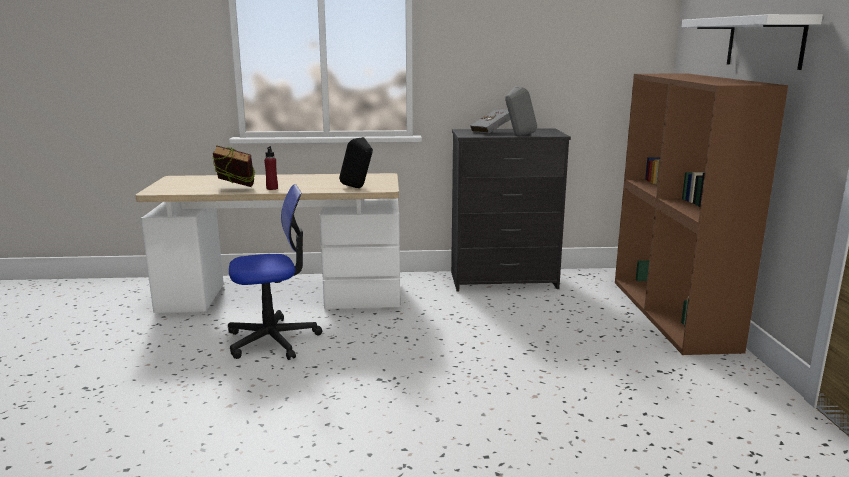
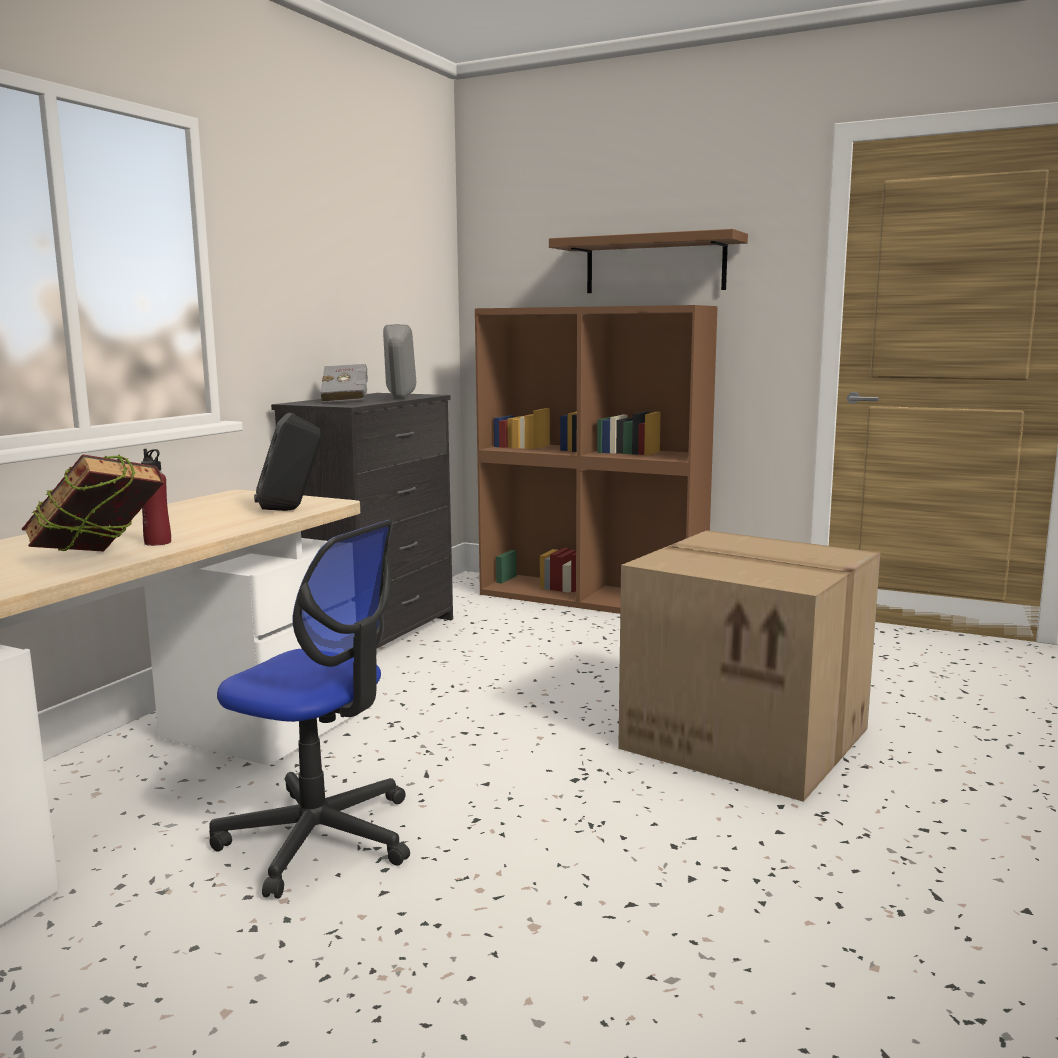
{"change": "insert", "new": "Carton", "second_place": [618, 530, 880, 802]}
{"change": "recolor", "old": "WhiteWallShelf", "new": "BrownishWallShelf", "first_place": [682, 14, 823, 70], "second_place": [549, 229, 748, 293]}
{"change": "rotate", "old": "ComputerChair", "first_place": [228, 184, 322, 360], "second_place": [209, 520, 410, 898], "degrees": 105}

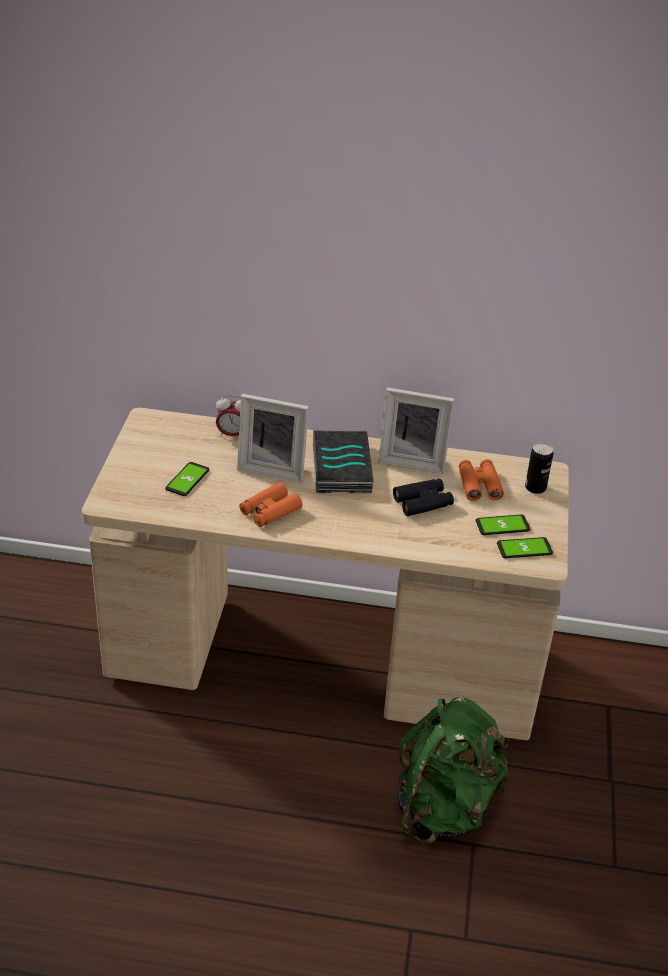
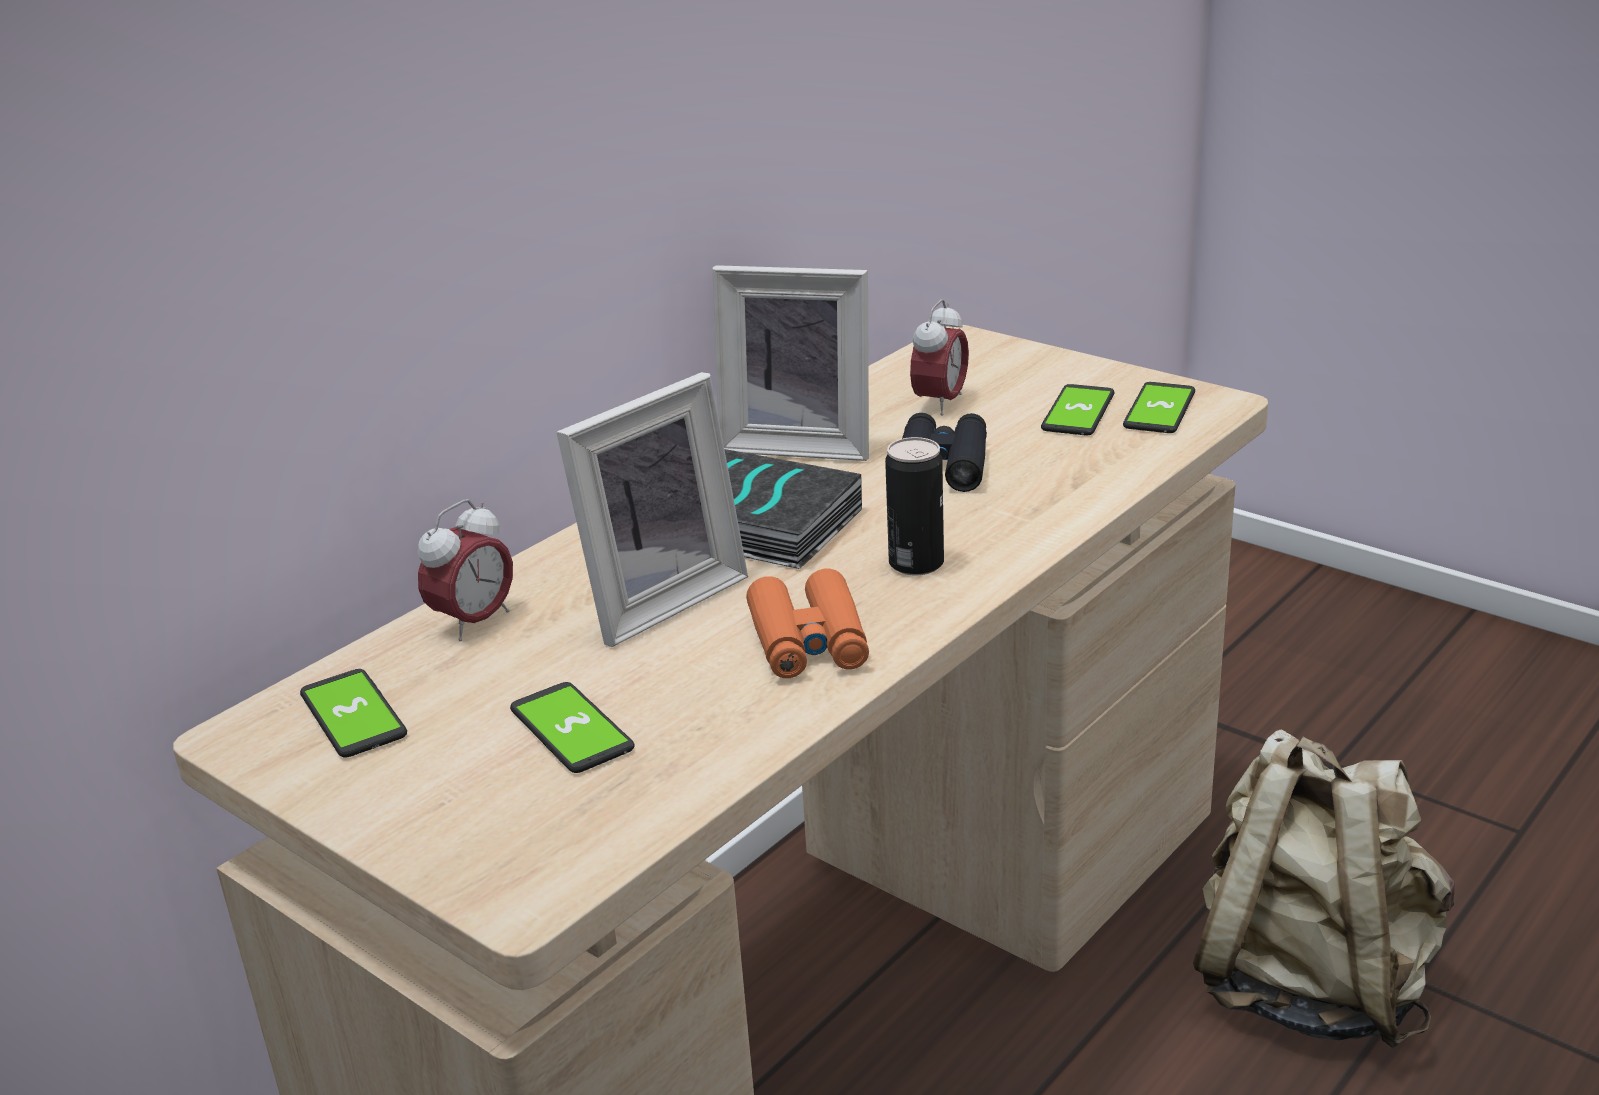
{"change": "insert", "new": "Handset", "second_place": [300, 669, 407, 757]}
{"change": "move", "old": "Can", "first_place": [525, 442, 553, 494], "second_place": [885, 437, 944, 575]}
{"change": "replace", "old": "OrangeyBinoculars", "new": "TableClock", "first_place": [459, 459, 504, 501], "second_place": [910, 299, 969, 416]}
{"change": "recolor", "old": "GreenColouredRucksack", "new": "BeigeColouredRucksack", "first_place": [398, 697, 509, 844], "second_place": [1193, 729, 1455, 1048]}
{"change": "rotate", "old": "PhotoFrame", "first_place": [378, 387, 454, 474], "second_place": [712, 265, 869, 461], "degrees": 60}

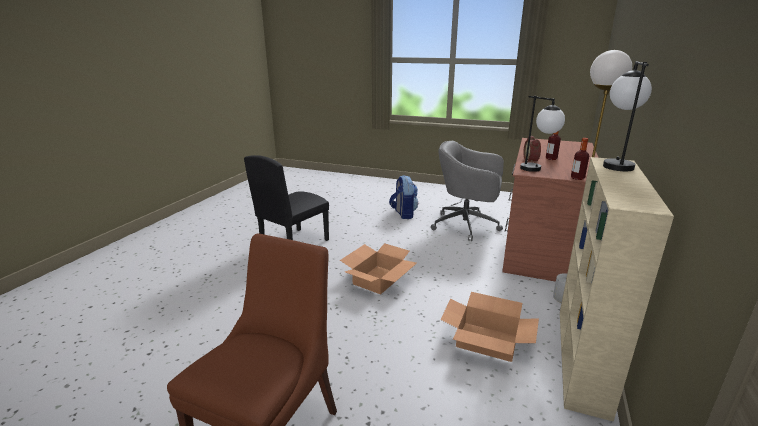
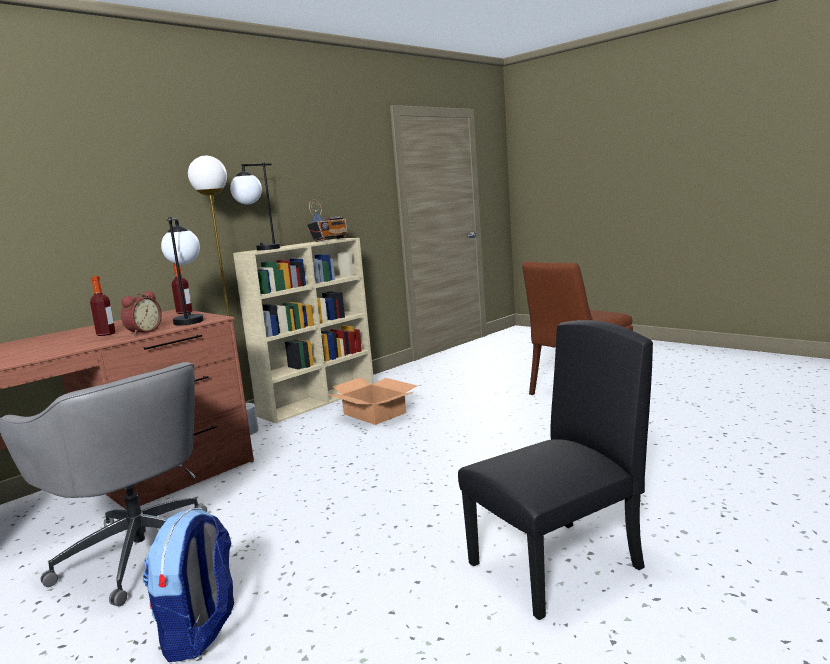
{"change": "delete", "old": "Carton", "first_place": [340, 243, 417, 295]}
{"change": "insert", "new": "RadioReceiver", "second_place": [307, 199, 348, 242]}

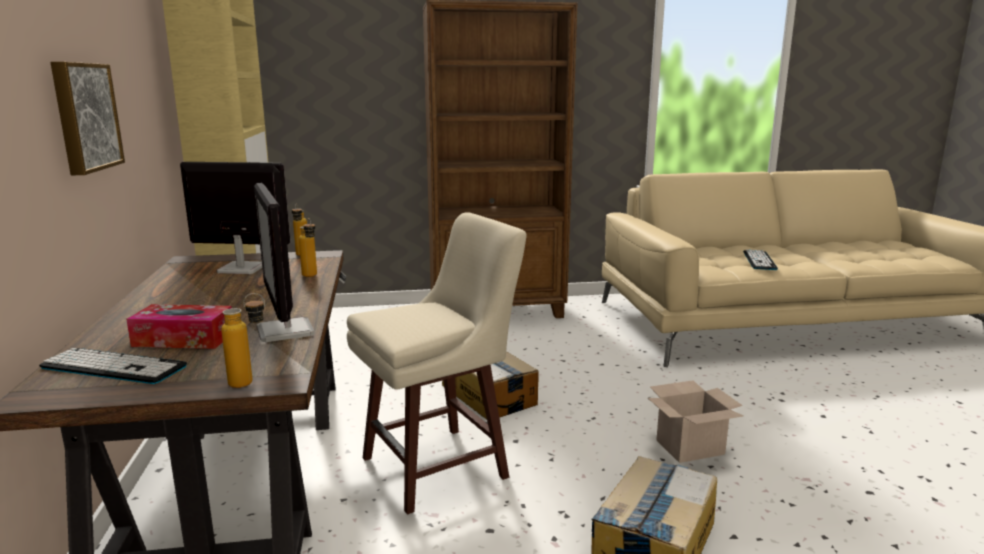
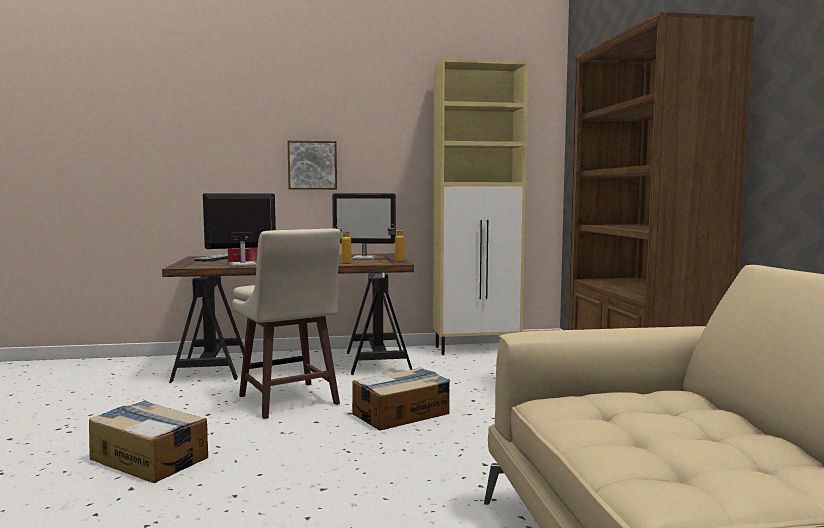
{"change": "delete", "old": "BeverageBottle", "first_place": [221, 293, 265, 388]}
{"change": "delete", "old": "Carton", "first_place": [648, 380, 743, 463]}
{"change": "delete", "old": "PcKeyboard", "first_place": [743, 249, 778, 270]}
{"change": "rotate", "old": "ComputerScreen", "first_place": [180, 162, 290, 274], "second_place": [332, 193, 396, 260], "degrees": 90}

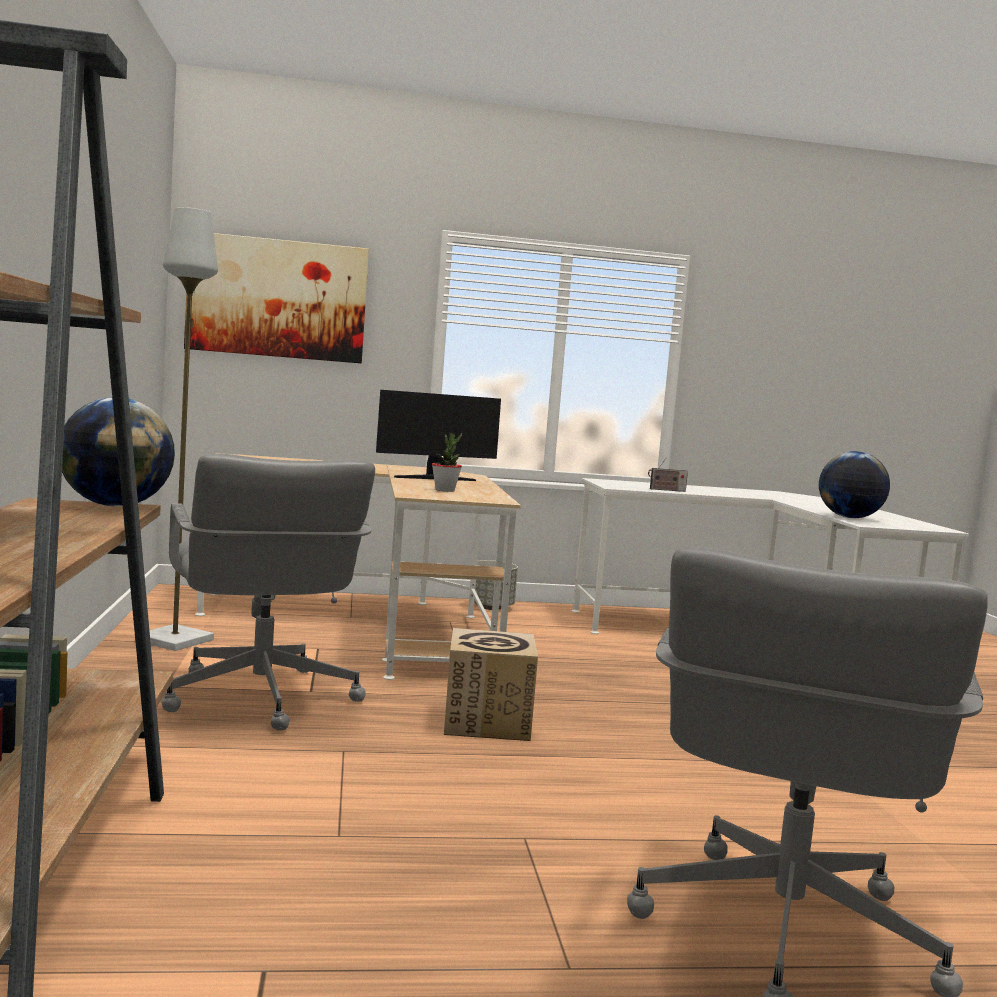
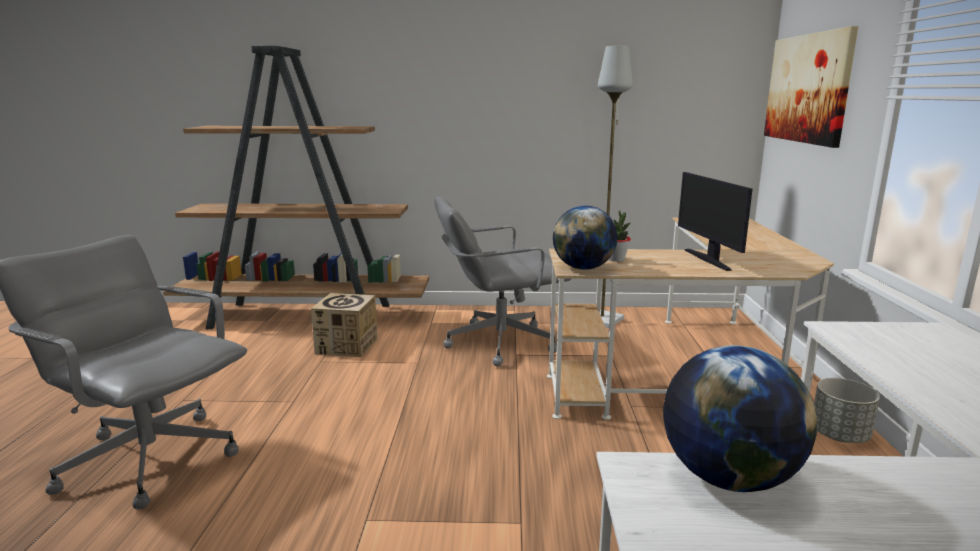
{"change": "delete", "old": "RadioReceiver", "first_place": [648, 458, 688, 492]}
{"change": "move", "old": "DeskGlobe", "first_place": [62, 397, 175, 507], "second_place": [553, 205, 617, 270]}
{"change": "move", "old": "Carton", "first_place": [444, 628, 538, 741], "second_place": [311, 293, 378, 357]}

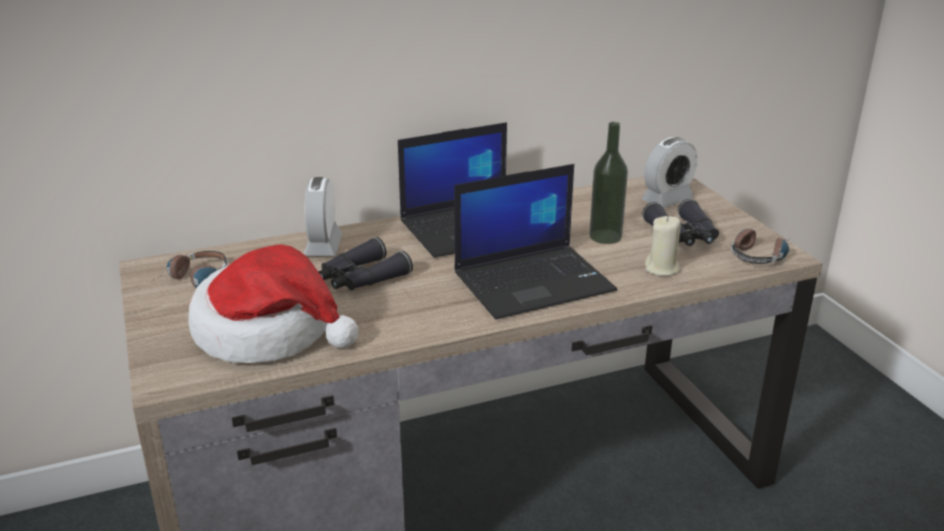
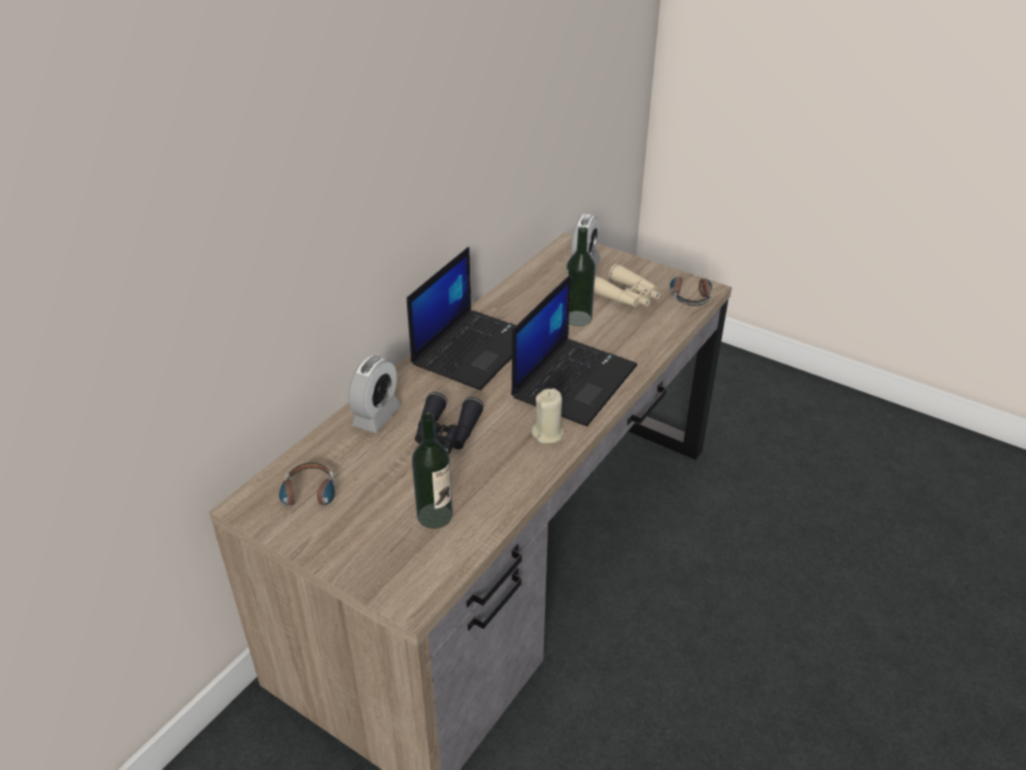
{"change": "move", "old": "BeigeColouredWaxCandle", "first_place": [645, 216, 681, 276], "second_place": [531, 388, 565, 443]}
{"change": "replace", "old": "WearableHat", "new": "BeverageBottle", "first_place": [189, 244, 358, 363], "second_place": [412, 413, 453, 529]}
{"change": "recolor", "old": "BlackColouredBinoculars", "new": "BeigeColouredBinoculars", "first_place": [642, 199, 719, 246], "second_place": [594, 264, 660, 307]}
{"change": "rotate", "old": "TableClock", "first_place": [304, 177, 342, 256], "second_place": [348, 355, 401, 433], "degrees": -120}

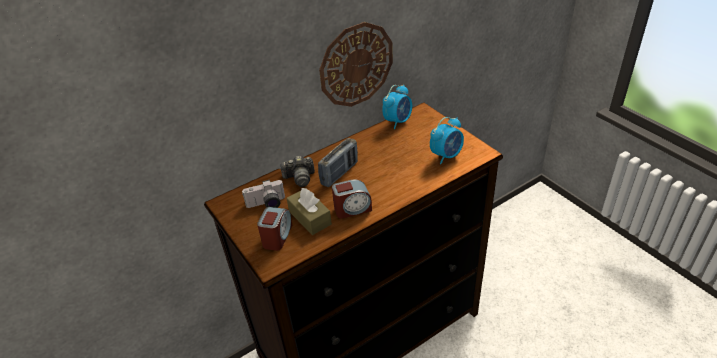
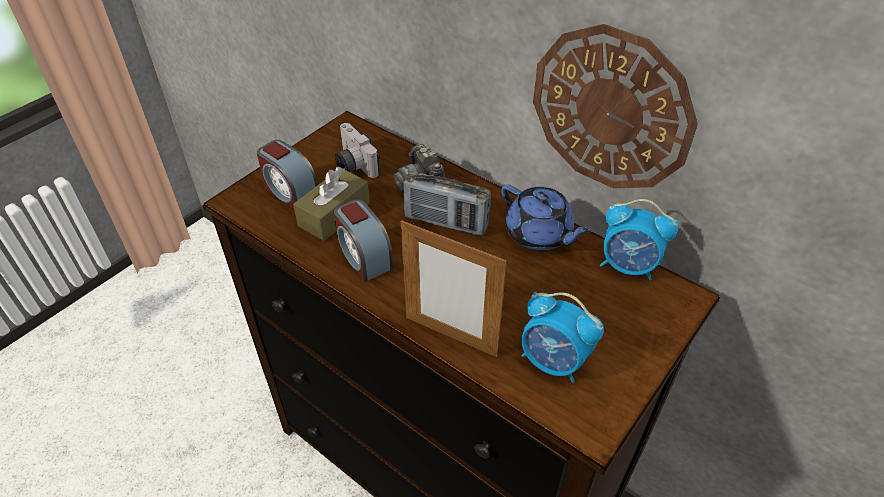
{"change": "insert", "new": "PhotoFrame", "second_place": [401, 220, 507, 357]}
{"change": "insert", "new": "BlueColouredTeapot", "second_place": [501, 184, 591, 250]}
{"change": "rotate", "old": "TableClock", "first_place": [257, 207, 292, 251], "second_place": [257, 140, 317, 209], "degrees": 45}

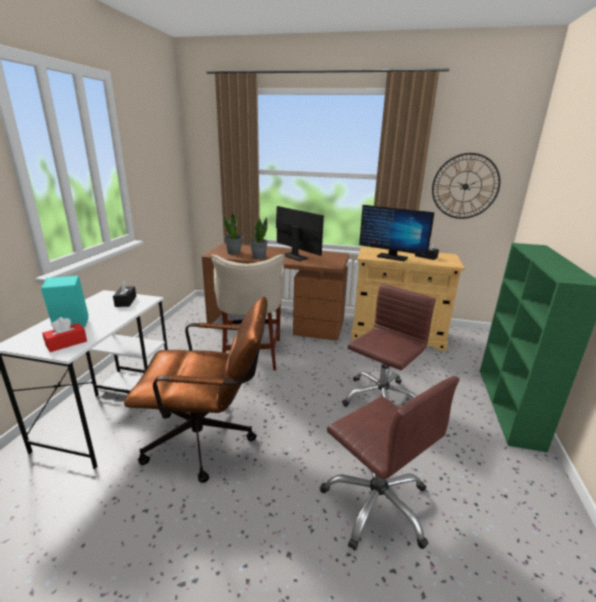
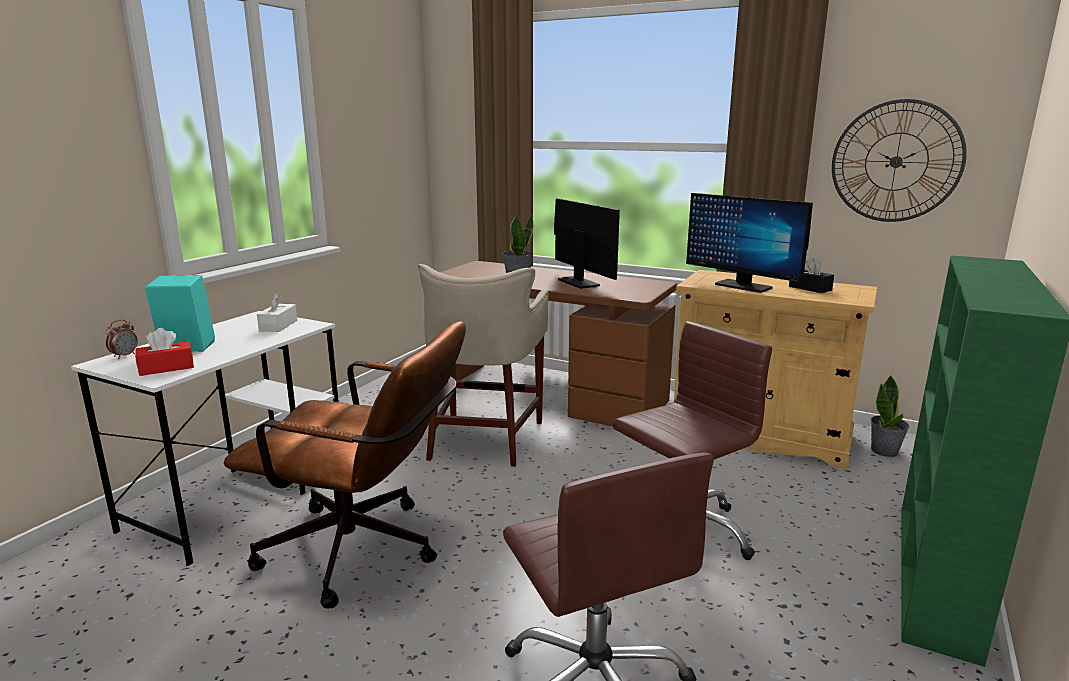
{"change": "insert", "new": "TableClock", "second_place": [106, 320, 138, 359]}
{"change": "move", "old": "PottedPlant", "first_place": [223, 212, 243, 255], "second_place": [870, 375, 910, 457]}
{"change": "recolor", "old": "BlackColouredTissueHolder", "new": "WhiteTissueHolder", "first_place": [113, 280, 136, 307], "second_place": [257, 292, 297, 332]}

